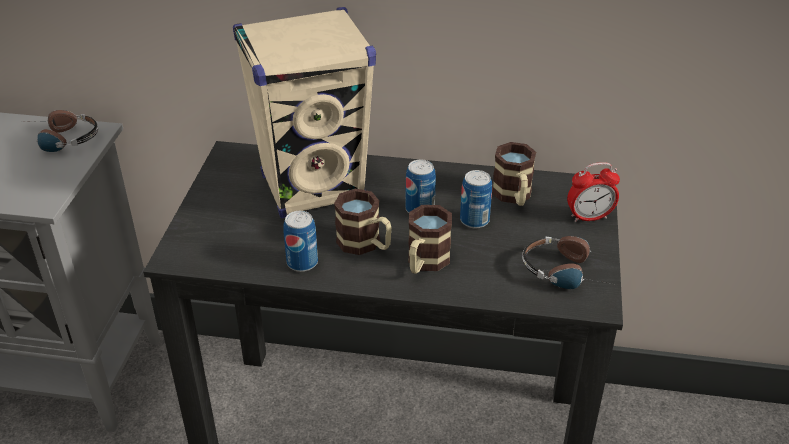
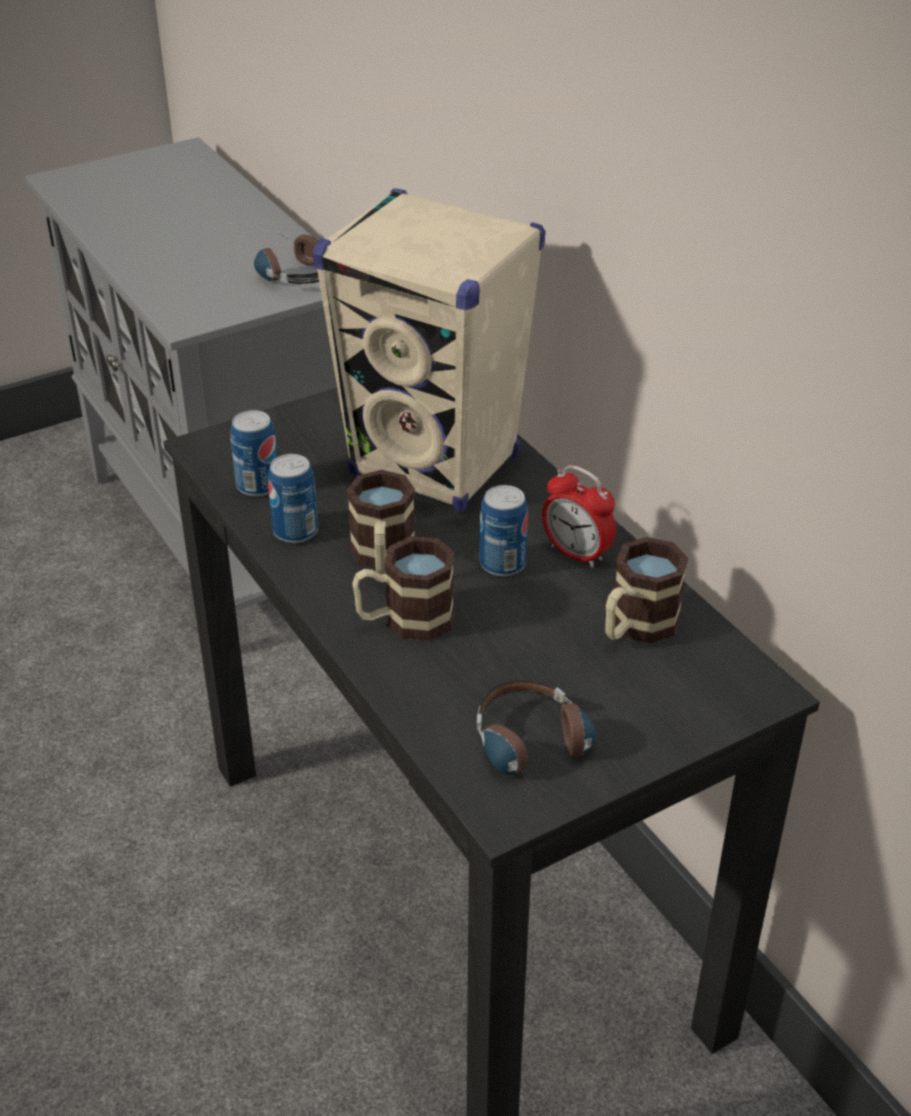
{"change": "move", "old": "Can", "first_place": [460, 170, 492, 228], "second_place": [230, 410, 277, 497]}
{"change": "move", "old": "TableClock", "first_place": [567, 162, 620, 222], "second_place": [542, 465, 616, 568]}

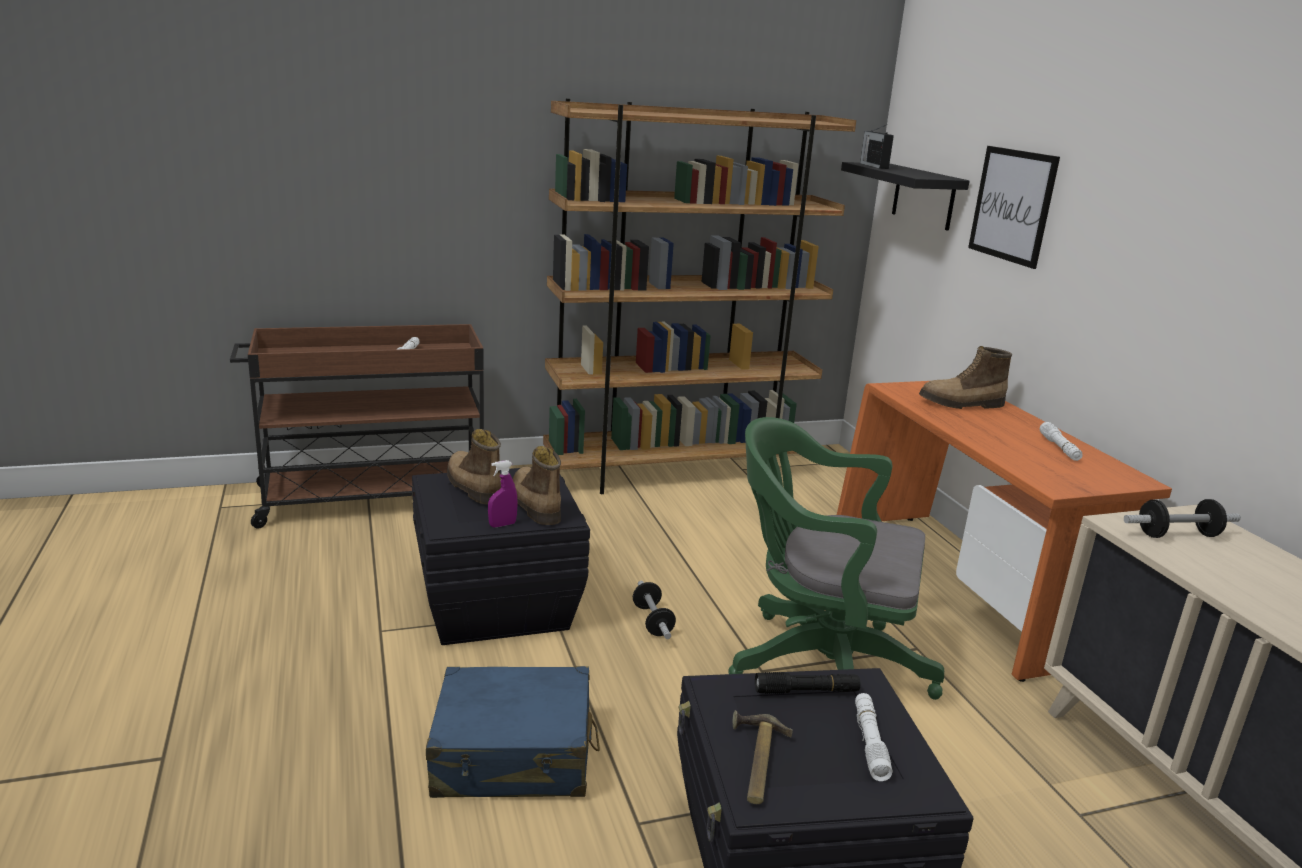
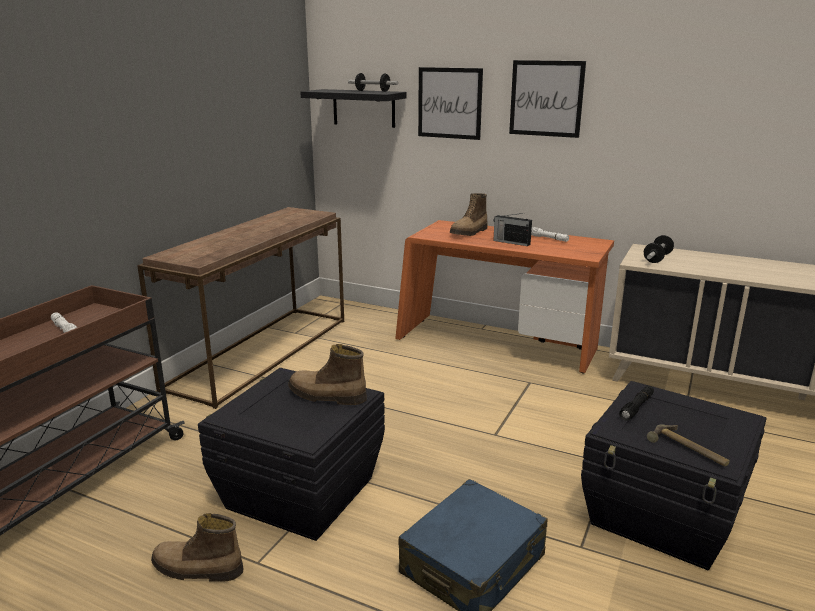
{"change": "delete", "old": "PurpleColouredHandSprayer", "first_place": [488, 460, 518, 527]}
{"change": "delete", "old": "GreenColouredComputerChair", "first_place": [728, 417, 944, 700]}
{"change": "delete", "old": "WhiteTorch", "first_place": [855, 693, 893, 781]}
{"change": "insert", "new": "Picture", "second_place": [509, 60, 586, 138]}
{"change": "move", "old": "TallBoot", "first_place": [447, 429, 501, 504], "second_place": [151, 513, 244, 582]}
{"change": "move", "old": "HandWeight", "first_place": [633, 581, 676, 639], "second_place": [348, 73, 398, 92]}
{"change": "move", "old": "RadioReceiver", "first_place": [860, 124, 894, 169], "second_place": [493, 213, 532, 246]}
{"change": "replace", "old": "BrownishBookshelf", "new": "BrownishHallTable", "first_place": [543, 98, 856, 494], "second_place": [137, 207, 344, 409]}

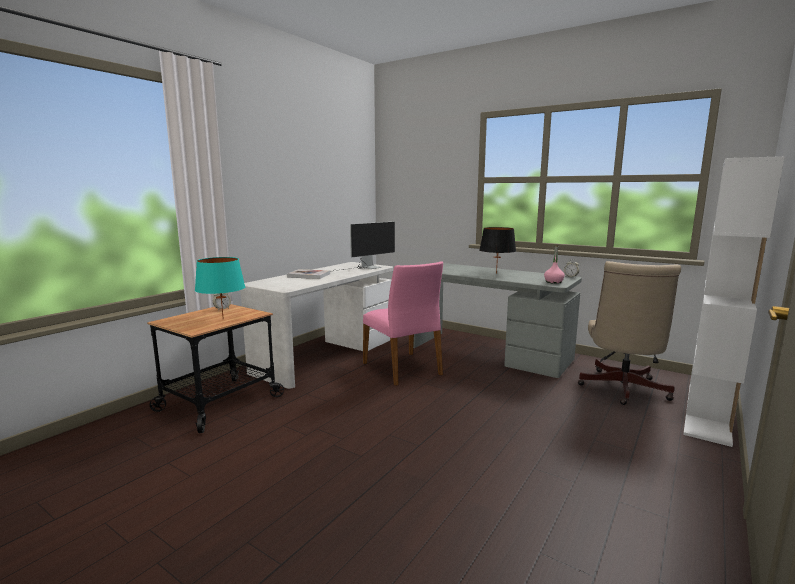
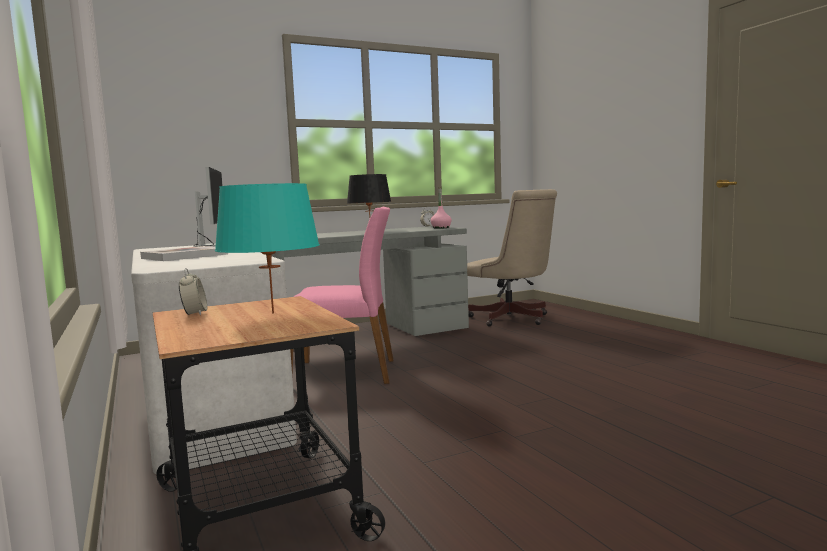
{"change": "delete", "old": "WhiteBookshelf", "first_place": [683, 156, 785, 447]}

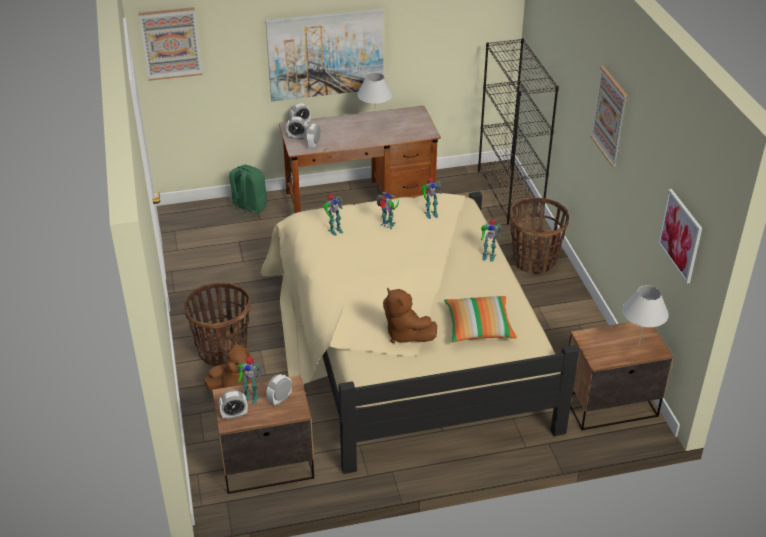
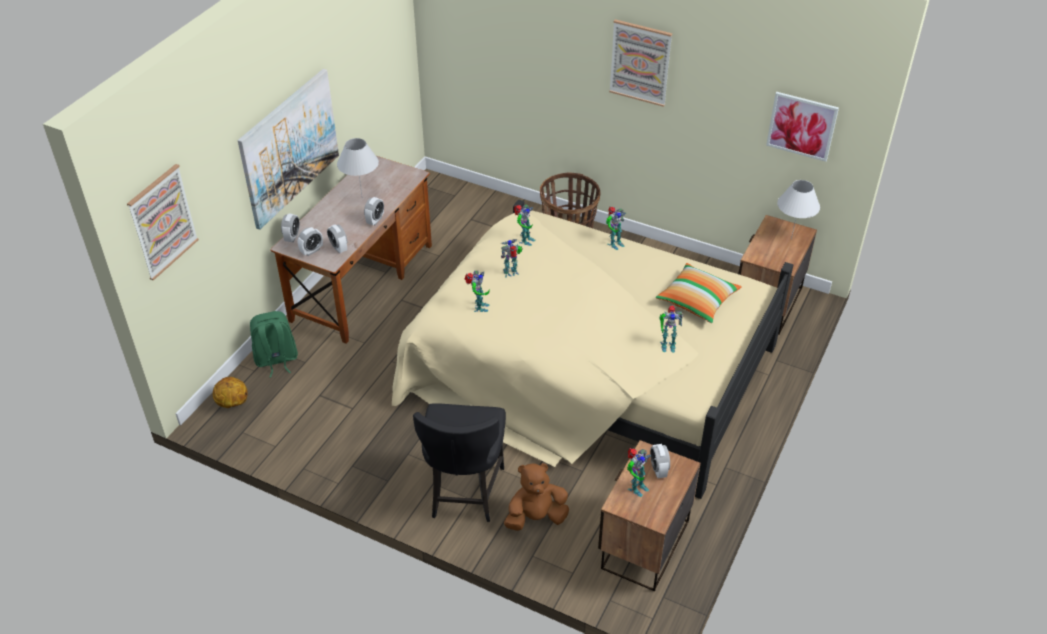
{"change": "delete", "old": "BlackColouredBookshelf", "first_place": [478, 39, 559, 225]}
{"change": "insert", "new": "Basketball", "second_place": [213, 377, 248, 408]}
{"change": "move", "old": "TableClock", "first_place": [219, 390, 248, 419], "second_place": [364, 197, 384, 226]}
{"change": "replace", "old": "HouseholdBasket", "new": "BlackColouredPlainChair", "first_place": [184, 283, 251, 366], "second_place": [413, 403, 506, 522]}
{"change": "replace", "old": "BrownishCuddlyToy", "new": "ToyRobot", "first_place": [383, 287, 437, 343], "second_place": [659, 305, 683, 353]}

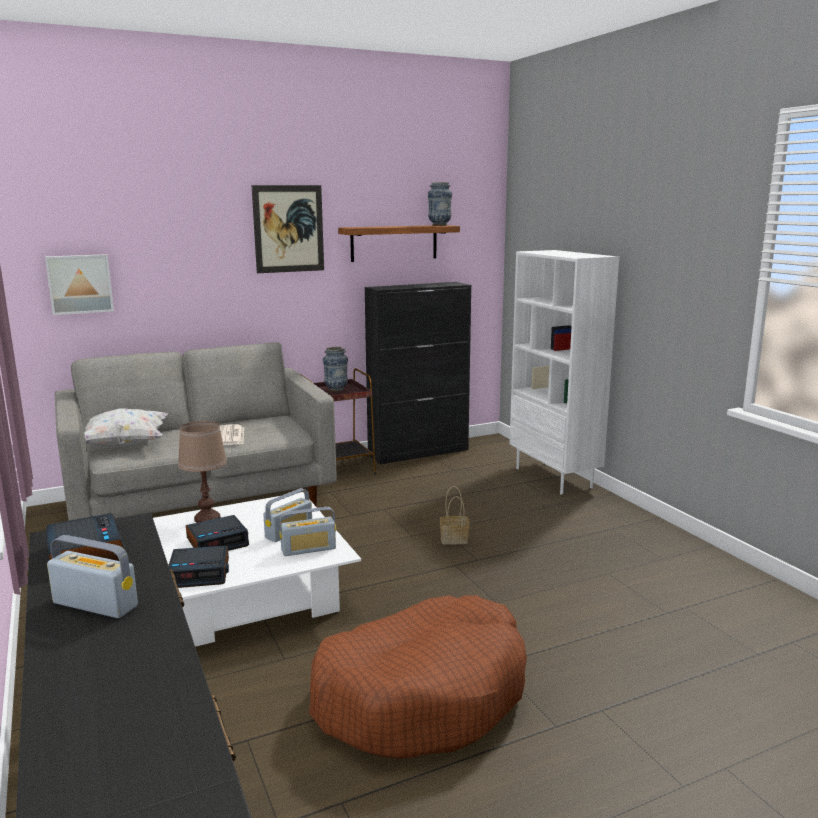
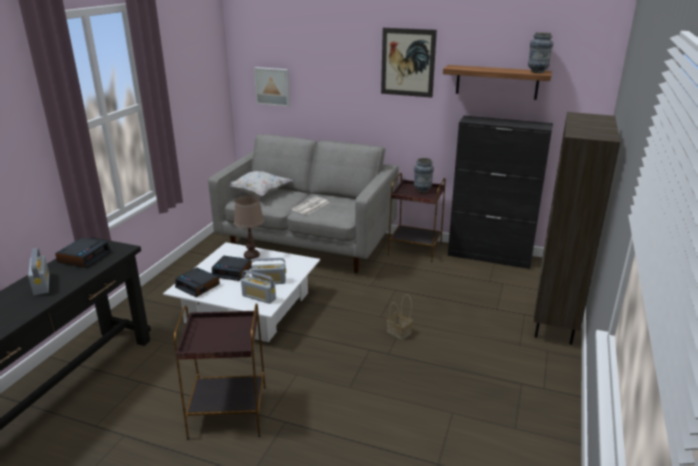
{"change": "replace", "old": "BrownishPetBed", "new": "BrownishEndTable", "first_place": [309, 595, 527, 759], "second_place": [174, 303, 266, 440]}
{"change": "recolor", "old": "WhiteBookshelf", "new": "BrownishBookshelf", "first_place": [509, 250, 619, 495], "second_place": [534, 112, 620, 345]}

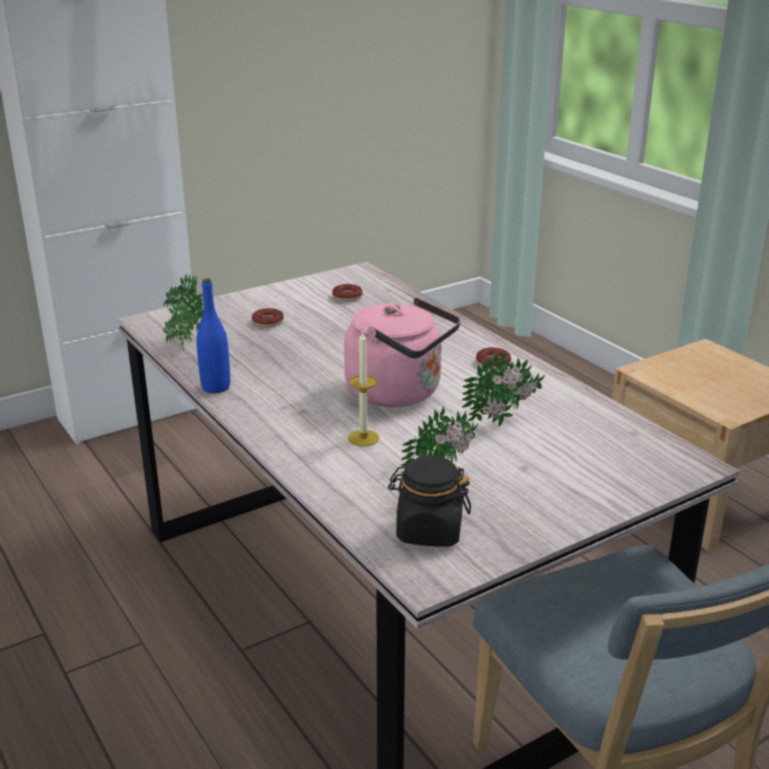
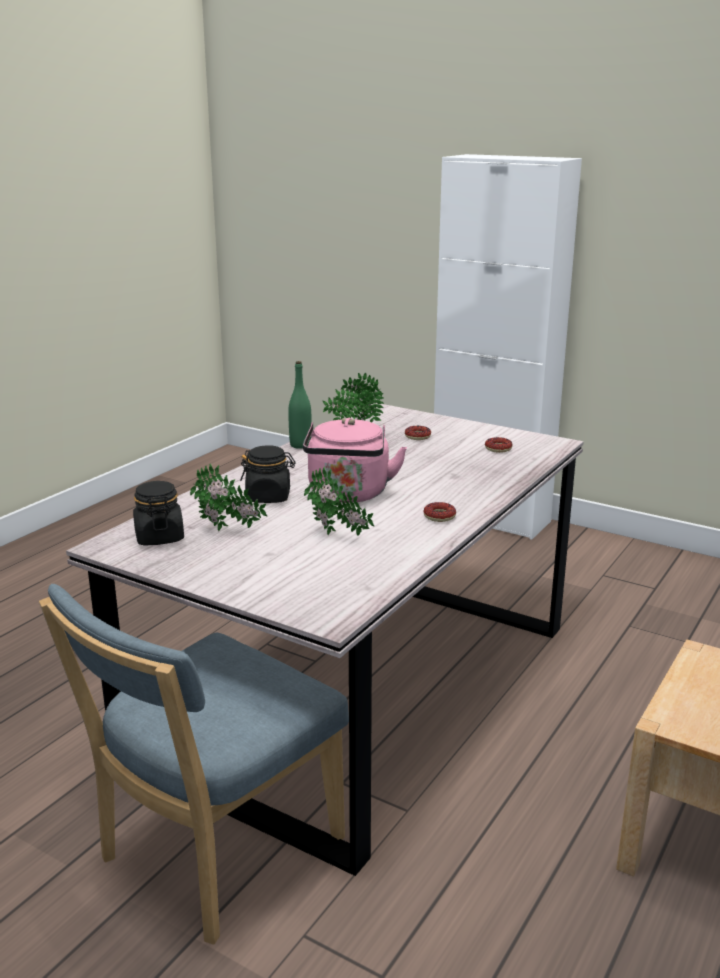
{"change": "replace", "old": "WaxCandle", "new": "BlackColouredStorageJar", "first_place": [348, 331, 379, 446], "second_place": [240, 446, 296, 503]}
{"change": "recolor", "old": "BlueColouredBeverageBottle", "new": "GreenColouredBeverageBottle", "first_place": [197, 278, 230, 393], "second_place": [288, 361, 312, 449]}

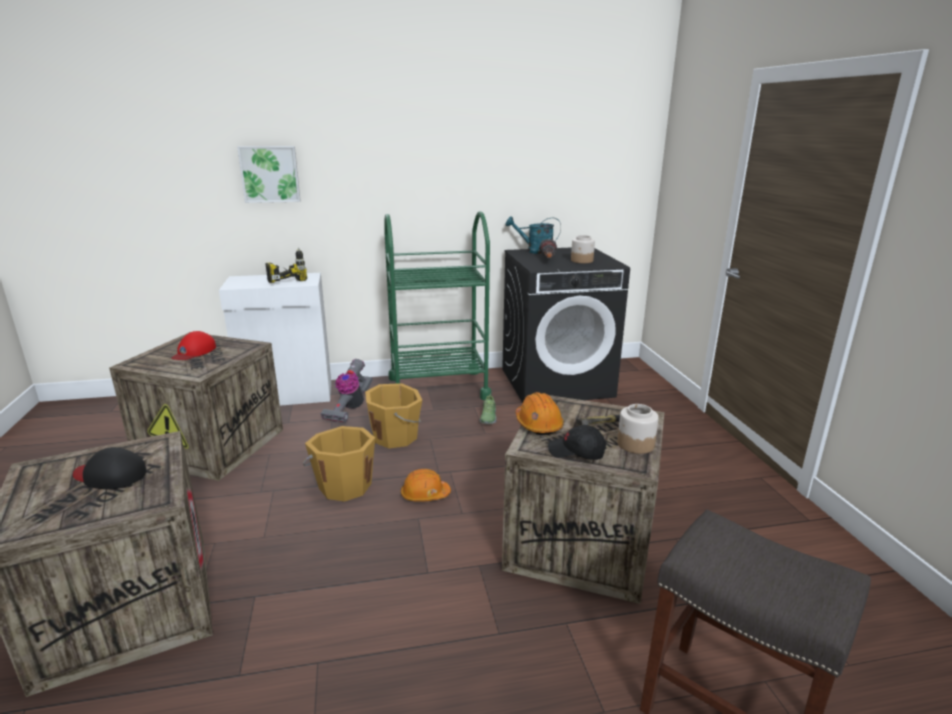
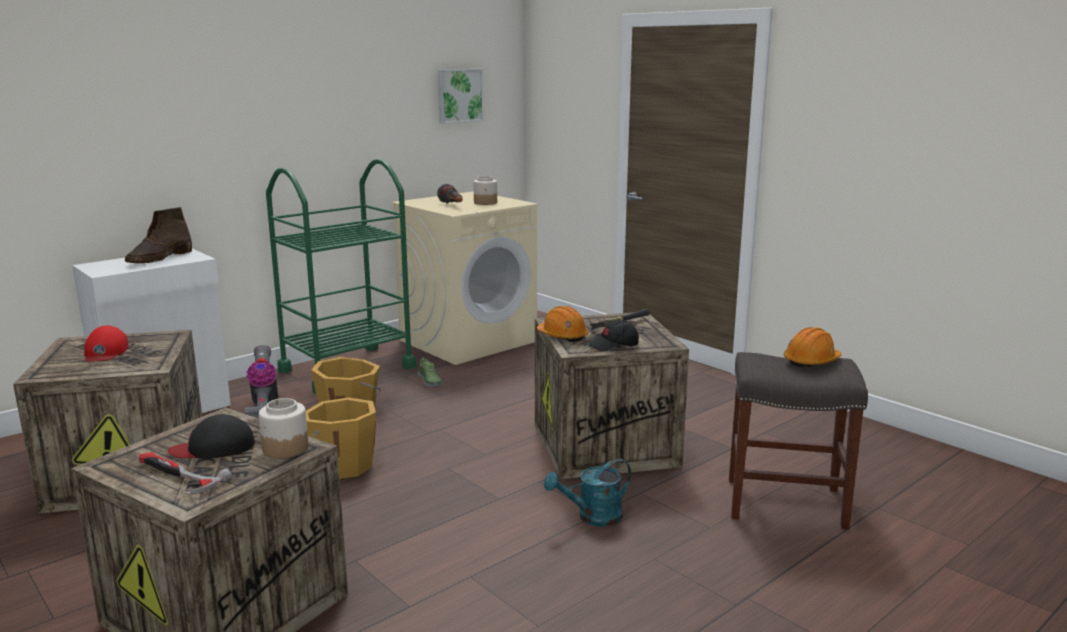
{"change": "insert", "new": "HandHammer", "second_place": [139, 452, 232, 494]}
{"change": "move", "old": "Picture", "first_place": [237, 146, 301, 203], "second_place": [438, 69, 484, 124]}
{"change": "move", "old": "OrangeyWorkHelmet", "first_place": [401, 469, 451, 502], "second_place": [784, 327, 841, 368]}
{"change": "move", "old": "TurquoiseWateringPot", "first_place": [505, 216, 561, 254], "second_place": [544, 459, 631, 526]}
{"change": "move", "old": "StorageJar", "first_place": [617, 404, 659, 454], "second_place": [259, 398, 308, 458]}
{"change": "replace", "old": "PowerDrill", "new": "BrownishTallBoot", "first_place": [265, 248, 307, 283], "second_place": [125, 207, 192, 263]}
{"change": "recolor", "old": "BlackColouredLaundryMachine", "new": "BeigeColouredLaundryMachine", "first_place": [502, 247, 630, 403], "second_place": [391, 191, 537, 365]}

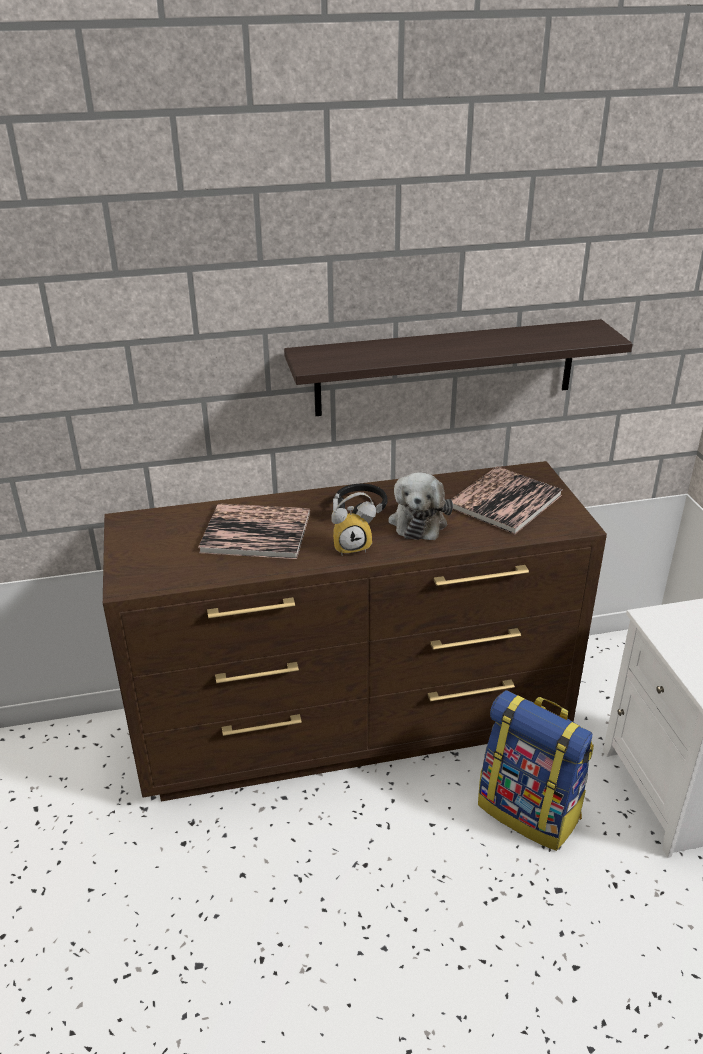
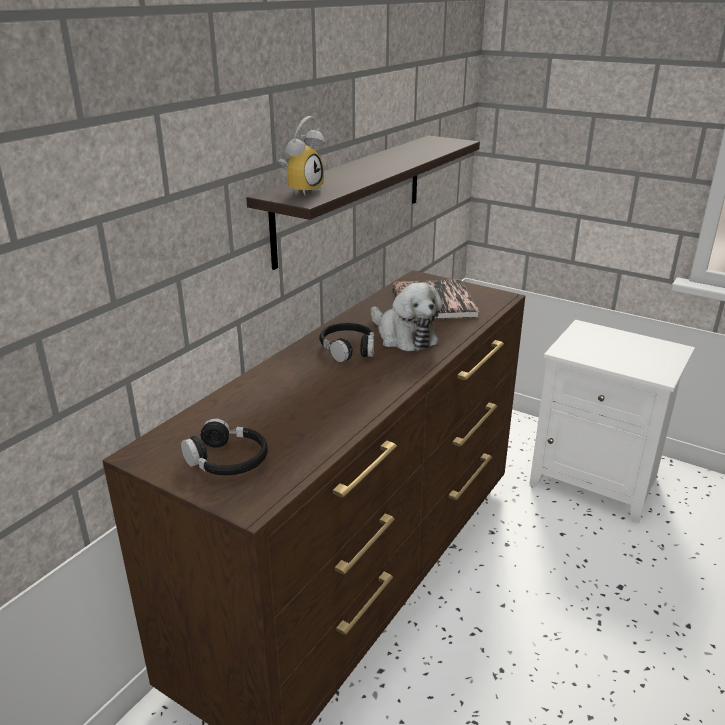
{"change": "delete", "old": "Volume", "first_place": [198, 503, 310, 559]}
{"change": "delete", "old": "Rucksack", "first_place": [478, 690, 594, 851]}
{"change": "insert", "new": "BlackColouredHeadphones", "second_place": [181, 418, 268, 475]}
{"change": "move", "old": "TableClock", "first_place": [331, 492, 376, 555], "second_place": [278, 116, 325, 195]}

